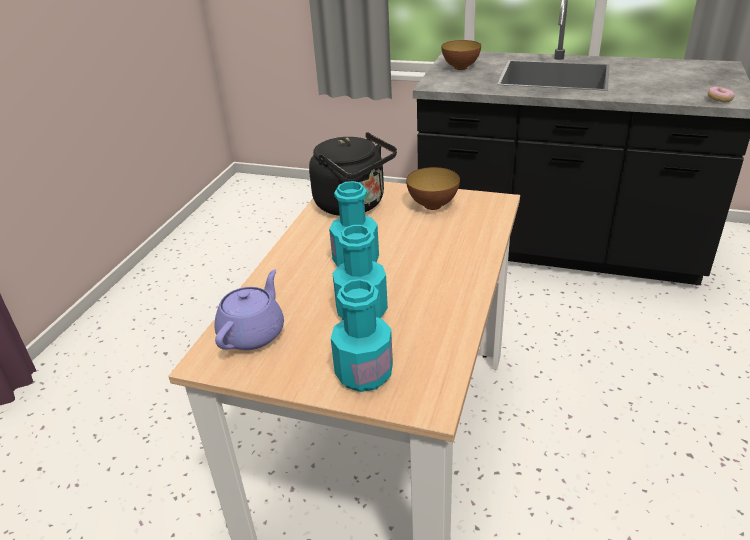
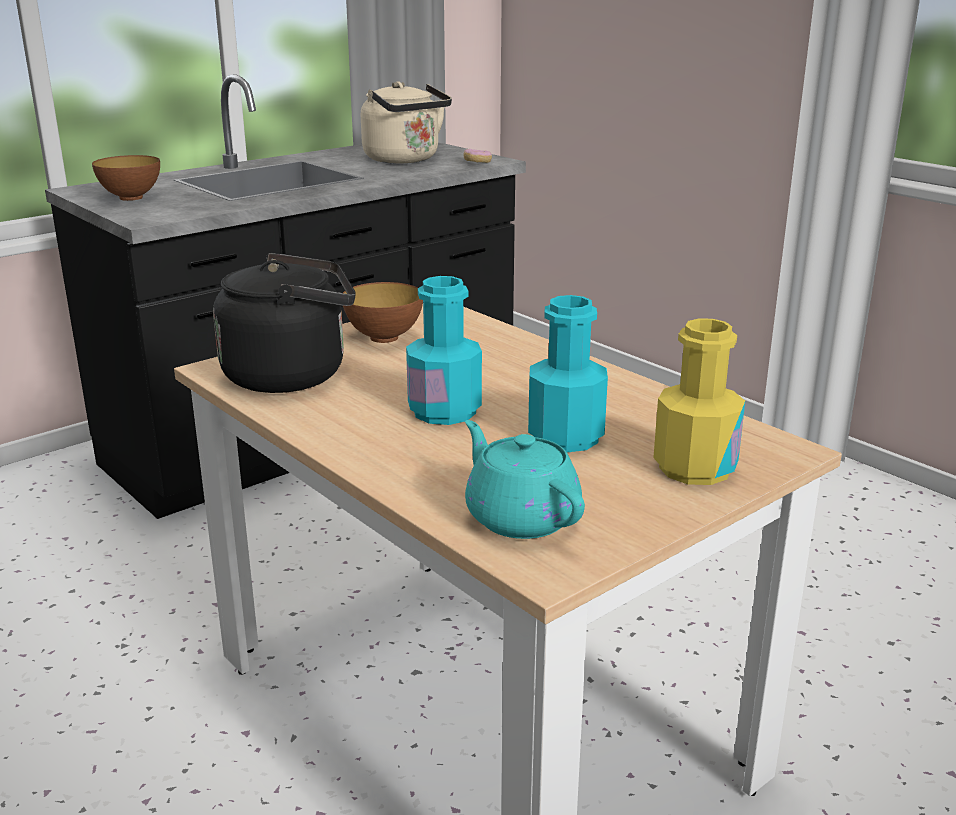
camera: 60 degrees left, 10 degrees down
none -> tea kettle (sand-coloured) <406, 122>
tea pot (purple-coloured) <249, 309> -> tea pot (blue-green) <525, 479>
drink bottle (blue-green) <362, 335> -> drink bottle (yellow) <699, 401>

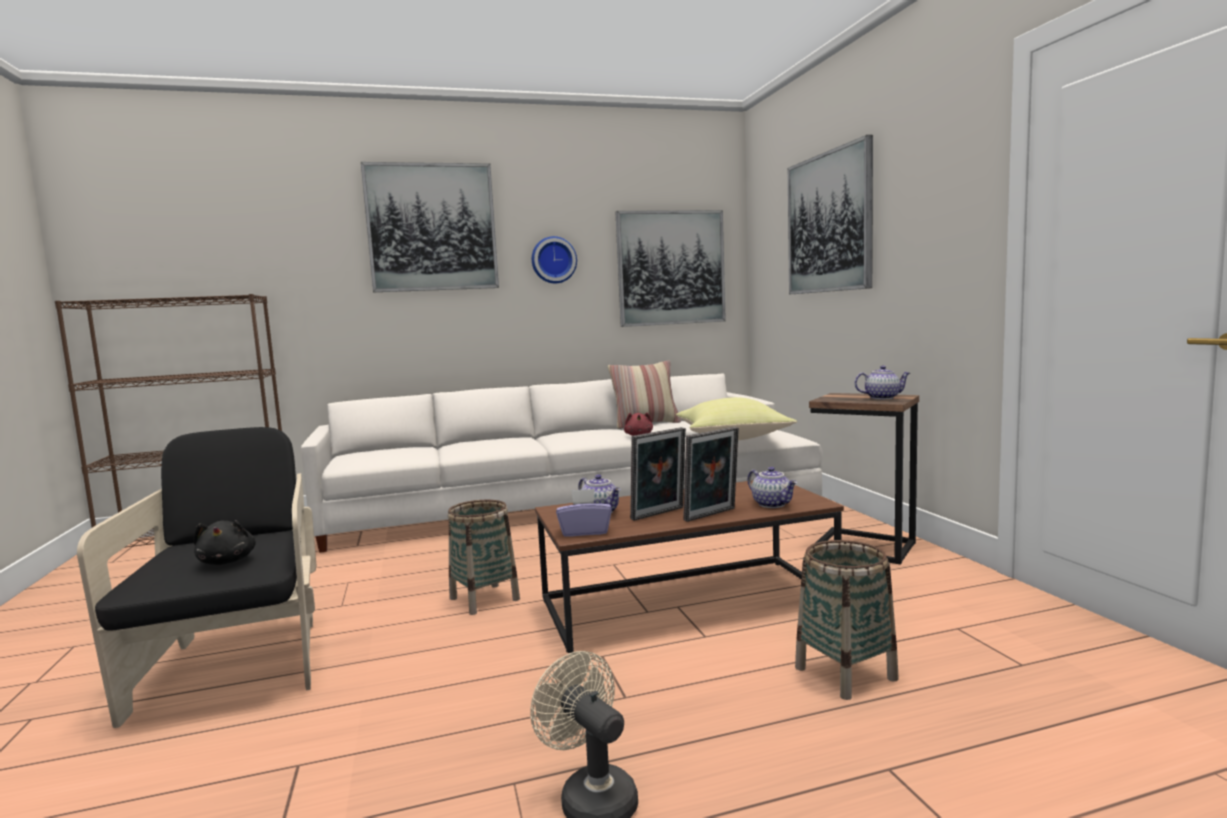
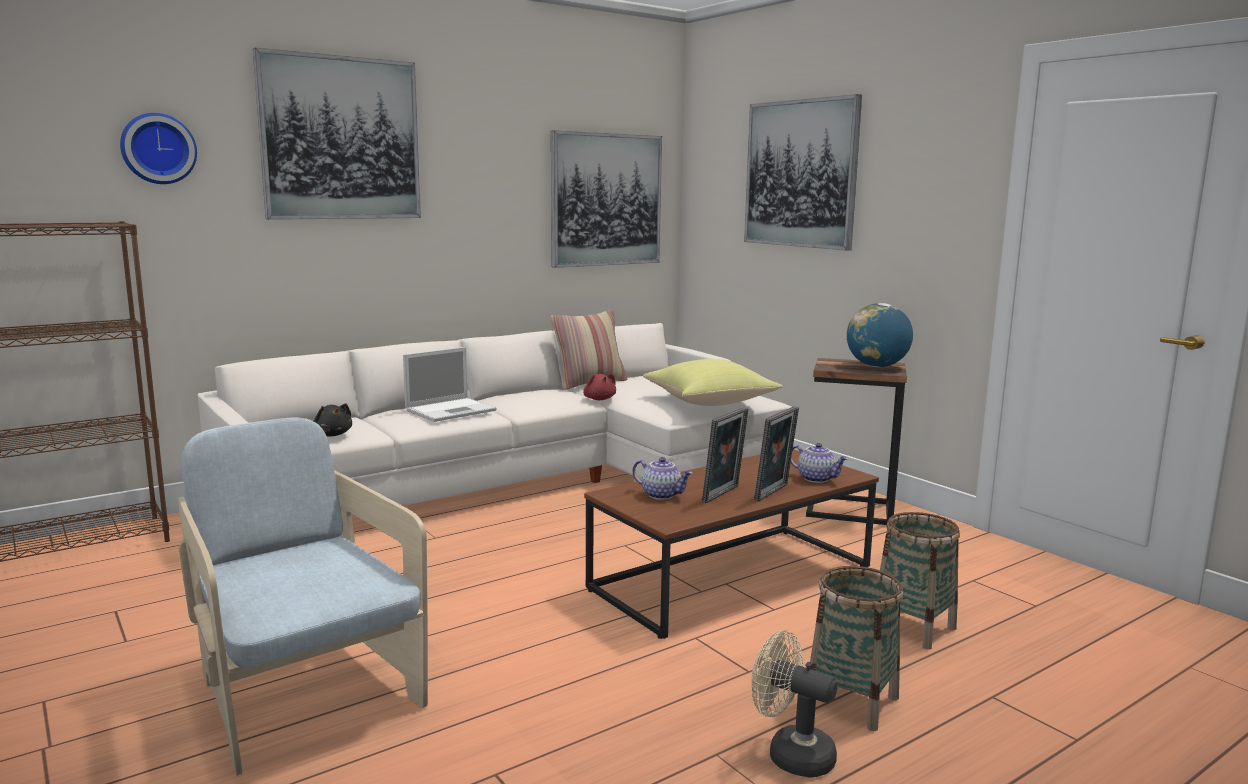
camera: 20 degrees left, 5 degrees up
box of tissues (purple-coloured) <584, 513> -> none
none -> laptop <449, 384>
cuddly toy (blackish) <224, 542> -> cuddly toy (blackish) <333, 420>, relocated
basket <484, 557> -> basket <857, 648>, relocated
wall clock <554, 259> -> wall clock <158, 148>, relocated
tea pot <882, 382> -> world globe <880, 335>
easy chair (blackish) <196, 577> -> easy chair (sand-coloured) <303, 596>

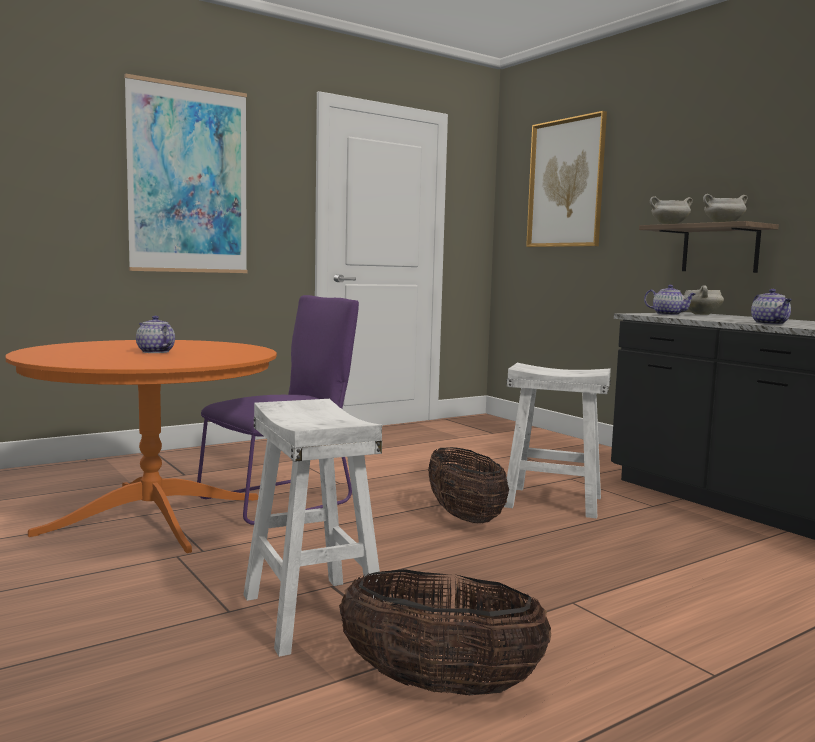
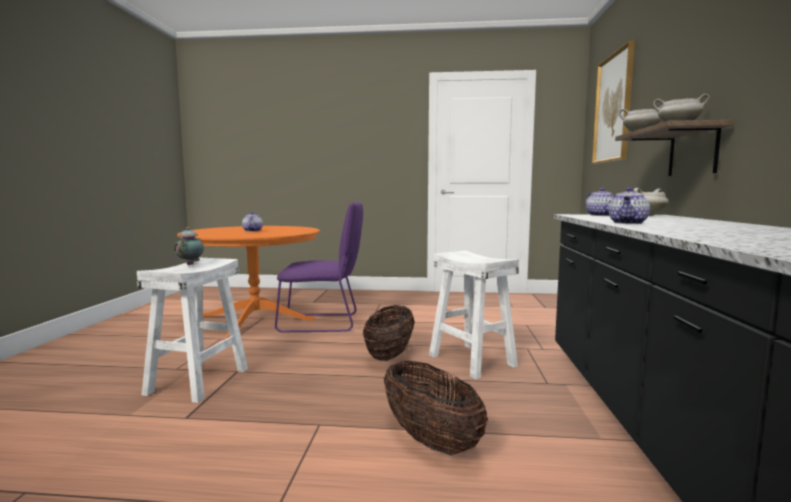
camera: 40 degrees right, 0 degrees up
wall picture <185, 173> -> none
none -> tea pot <189, 246>
basket <445, 632> -> basket <436, 408>, relocated

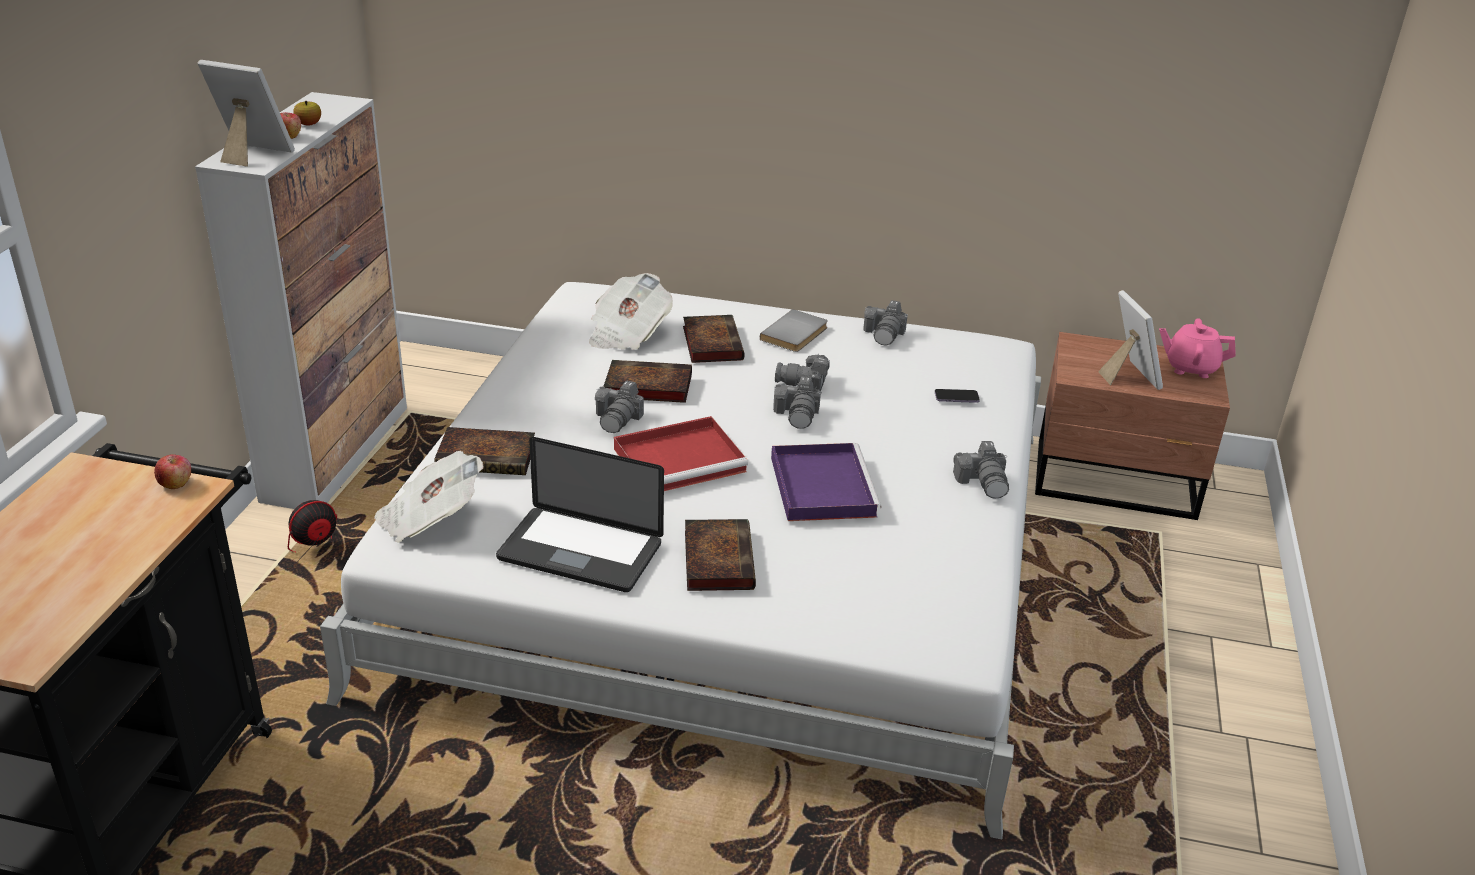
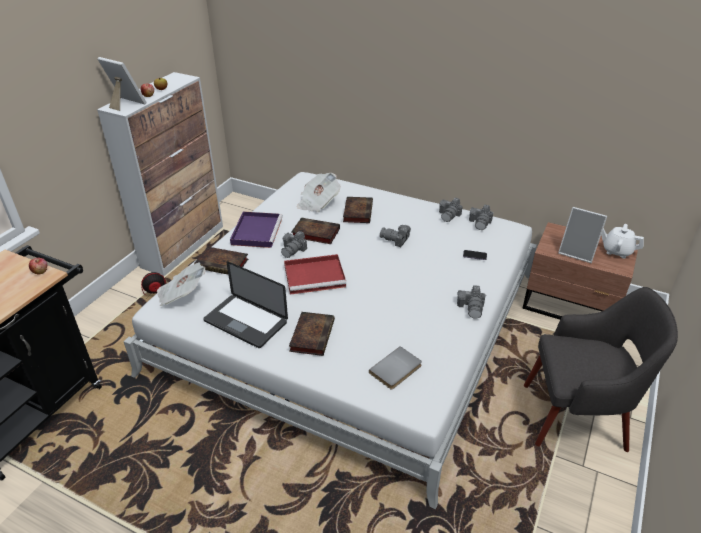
camera: 15 degrees right, 5 degrees up
none -> easy chair (grey) <601, 369>
book (grey) <794, 330> -> book (grey) <395, 367>, relocated
carrying tray (purple-coloured) <826, 482> -> carrying tray (purple-coloured) <256, 230>, relocated
still camera <797, 402> -> still camera <481, 217>, relocated
tea pot (pink) <1197, 348> -> tea pot (whitish) <622, 241>
standing frame <1130, 340> -> standing frame <582, 235>, 120 degrees clockwise

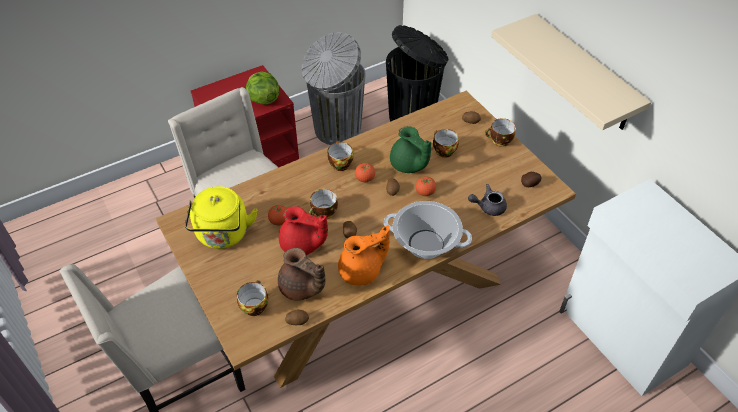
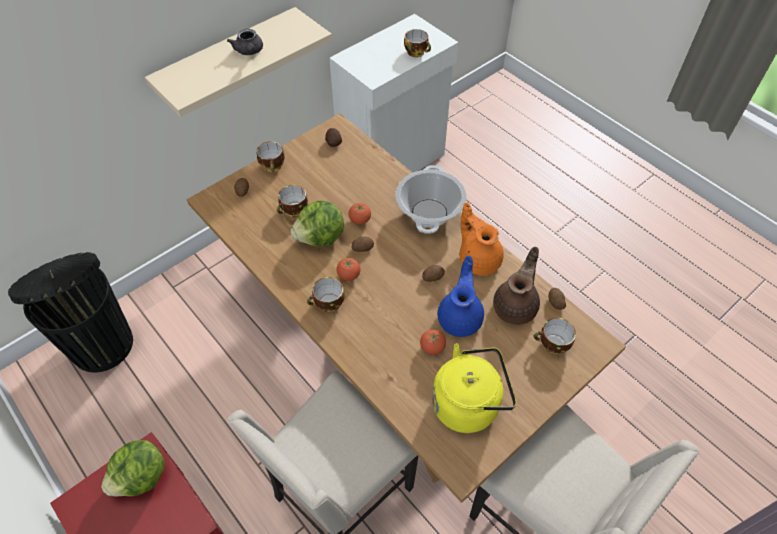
camera: 100 degrees left, 5 degrees up
trash can (grey) <334, 88> -> none
cup <323, 204> -> cup <417, 43>, relocated
tea pot (grey) <487, 200> -> tea pot (grey) <245, 42>, relocated
tea pot (greenish) <410, 149> -> lettuce <317, 223>
tea pot (red) <303, 230> -> tea pot (blue) <460, 296>

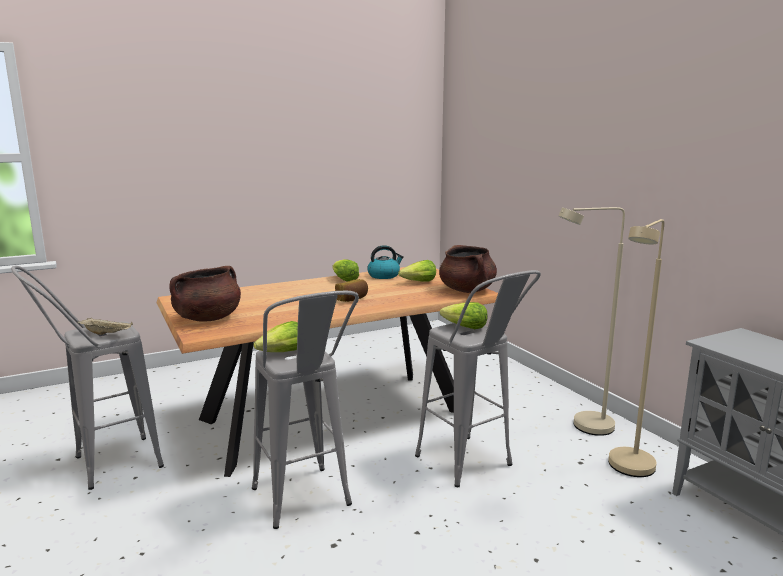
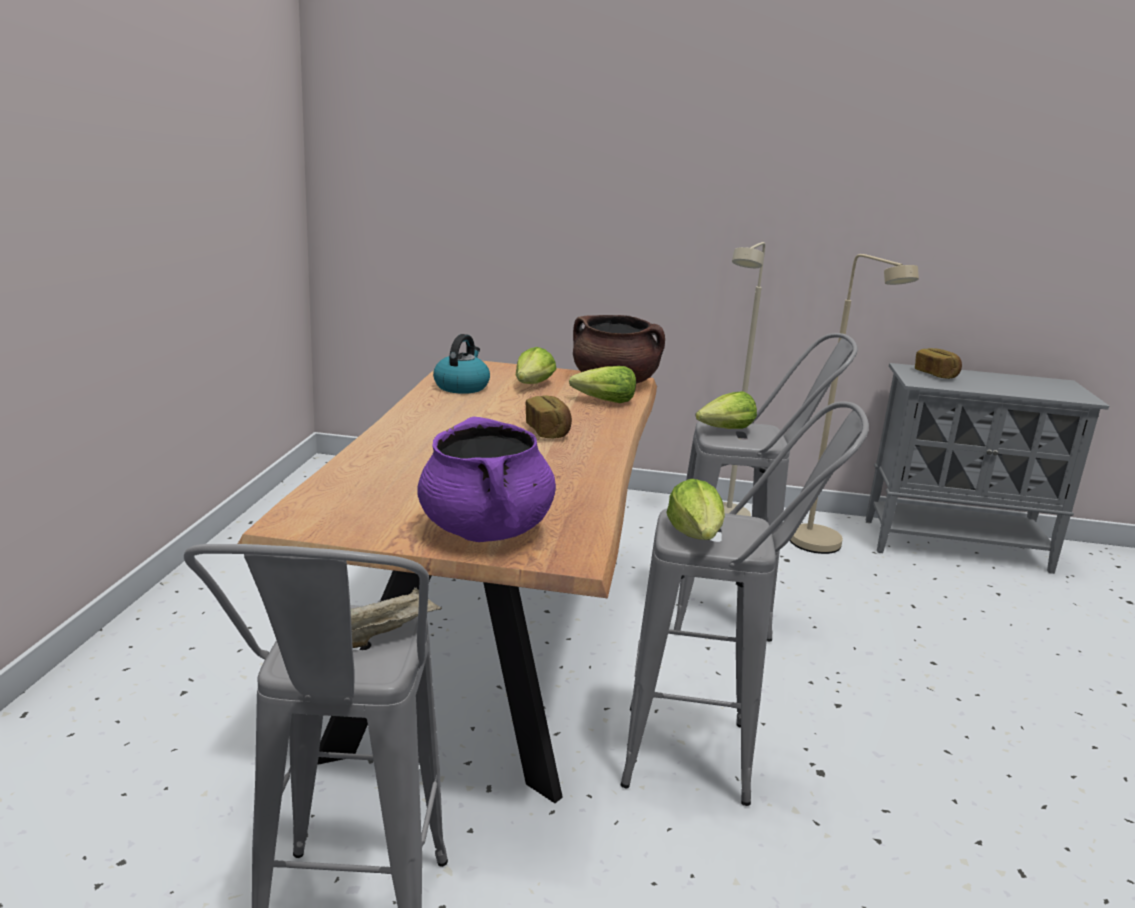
camera: 55 degrees left, 5 degrees up
none -> bread <938, 363>
lettuce <345, 270> -> lettuce <602, 384>, relocated
saucepot (brown) <205, 294> -> saucepot (purple-coloured) <486, 479>

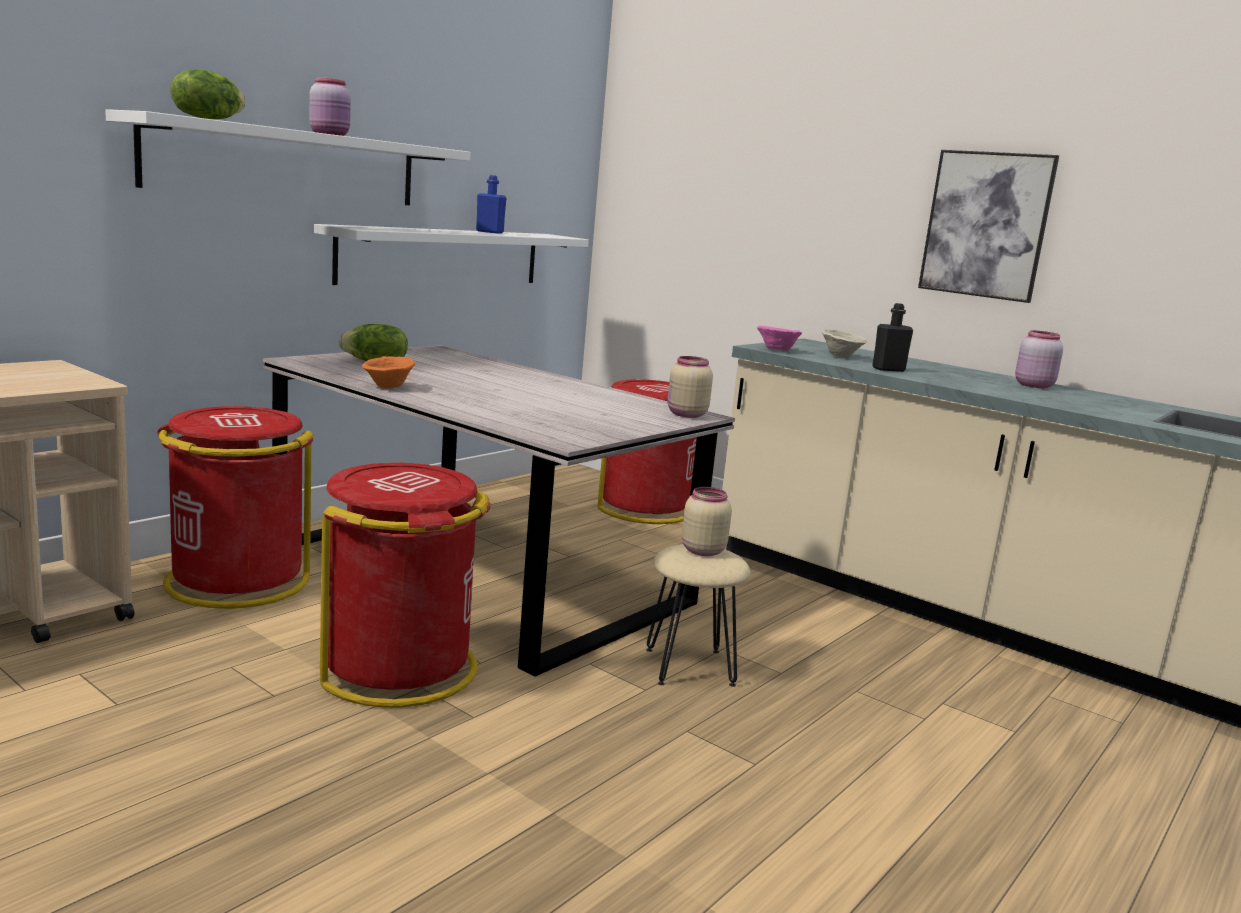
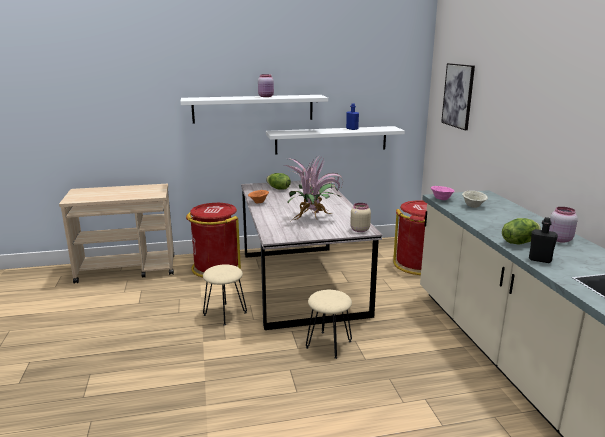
camera: 40 degrees right, 5 degrees up
preserve jar (sand-coloured) <707, 521> -> none
none -> plant in a pot <313, 188>
lettuce <208, 94> -> lettuce <521, 231>, relocated
drink bottle (blackish) <892, 337> -> drink bottle (blackish) <543, 240>, relocated
wall picture <988, 226> -> wall picture <458, 96>, relocated
trash can (red) <405, 585> -> stool (sand-coloured) <225, 295>

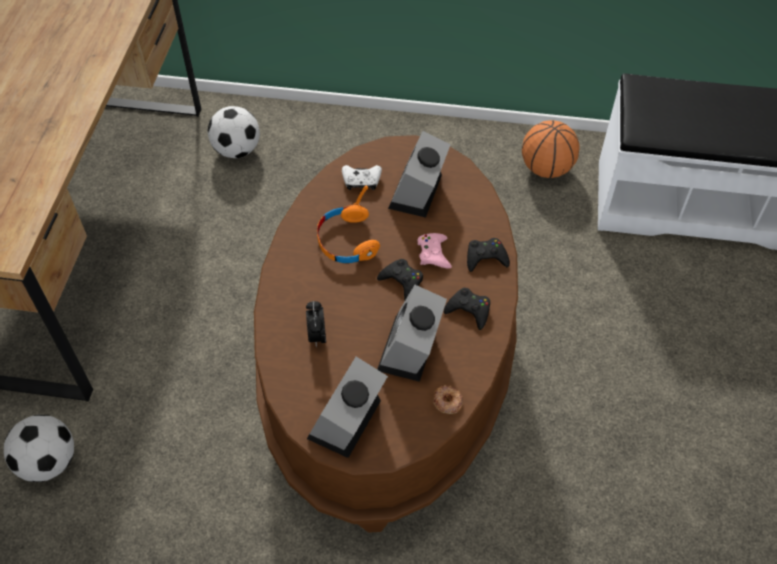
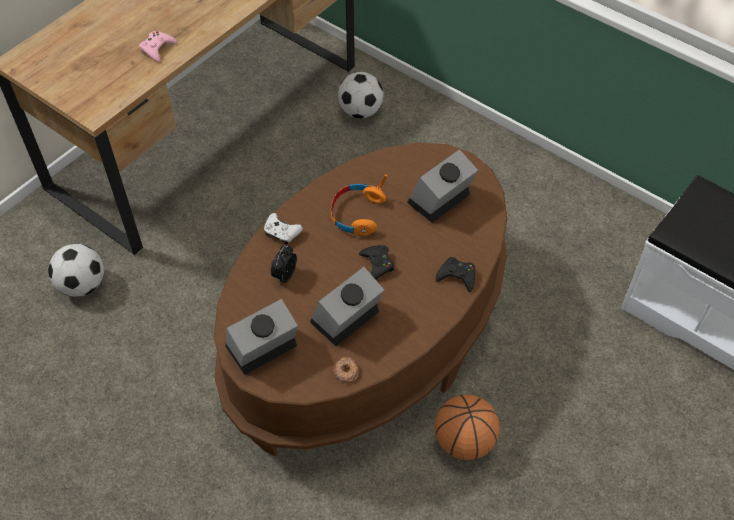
camera: 30 degrees right, 0 degrees up
gamepad (blackish) <467, 309> -> none
gamepad (whitish) <362, 177> -> gamepad (whitish) <283, 229>, relocated
gamepad (pink) <434, 251> -> gamepad (pink) <158, 46>, relocated
ball for basketball <551, 149> -> ball for basketball <467, 427>, relocated

